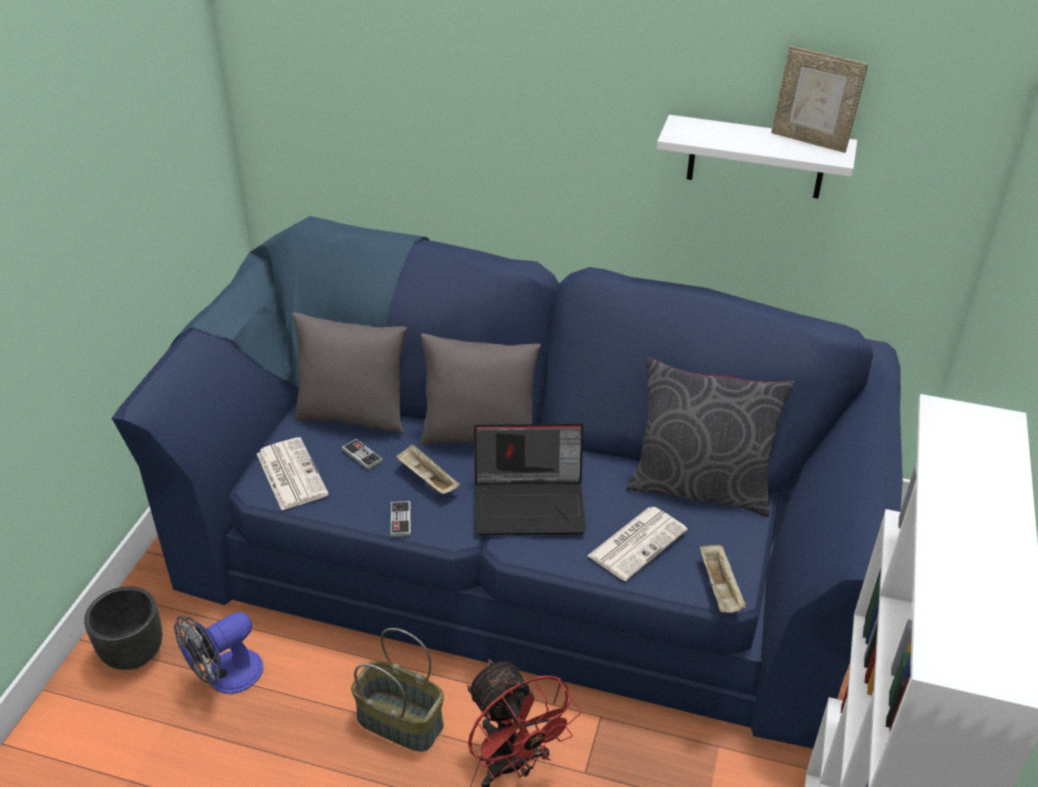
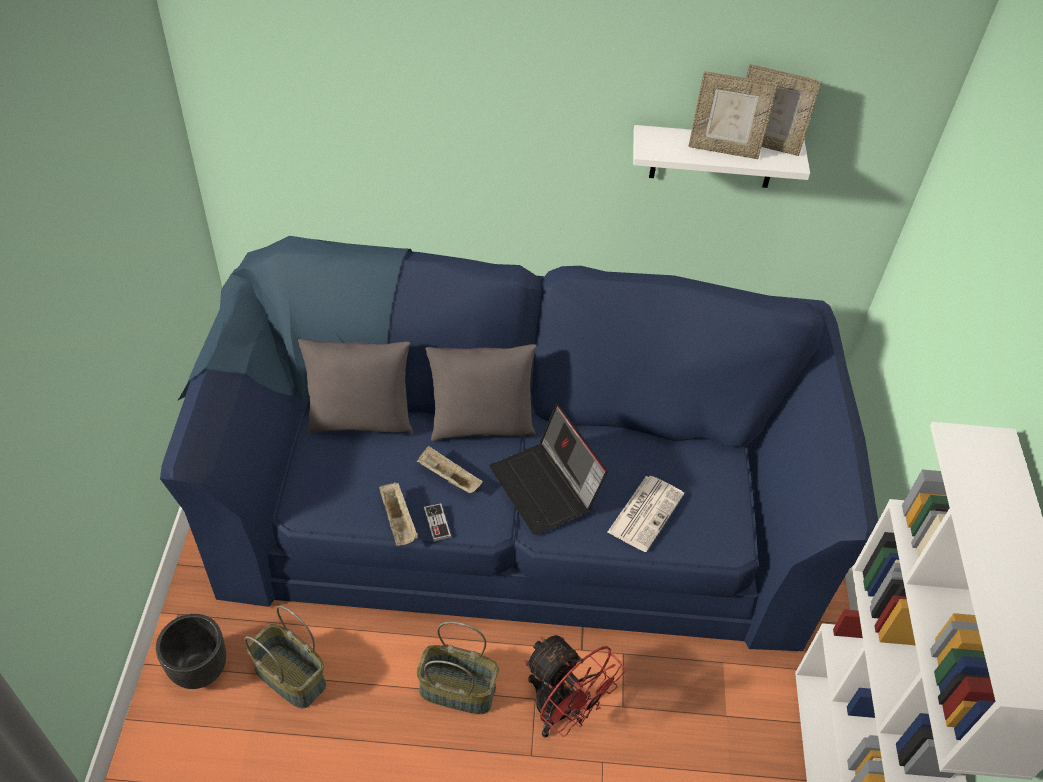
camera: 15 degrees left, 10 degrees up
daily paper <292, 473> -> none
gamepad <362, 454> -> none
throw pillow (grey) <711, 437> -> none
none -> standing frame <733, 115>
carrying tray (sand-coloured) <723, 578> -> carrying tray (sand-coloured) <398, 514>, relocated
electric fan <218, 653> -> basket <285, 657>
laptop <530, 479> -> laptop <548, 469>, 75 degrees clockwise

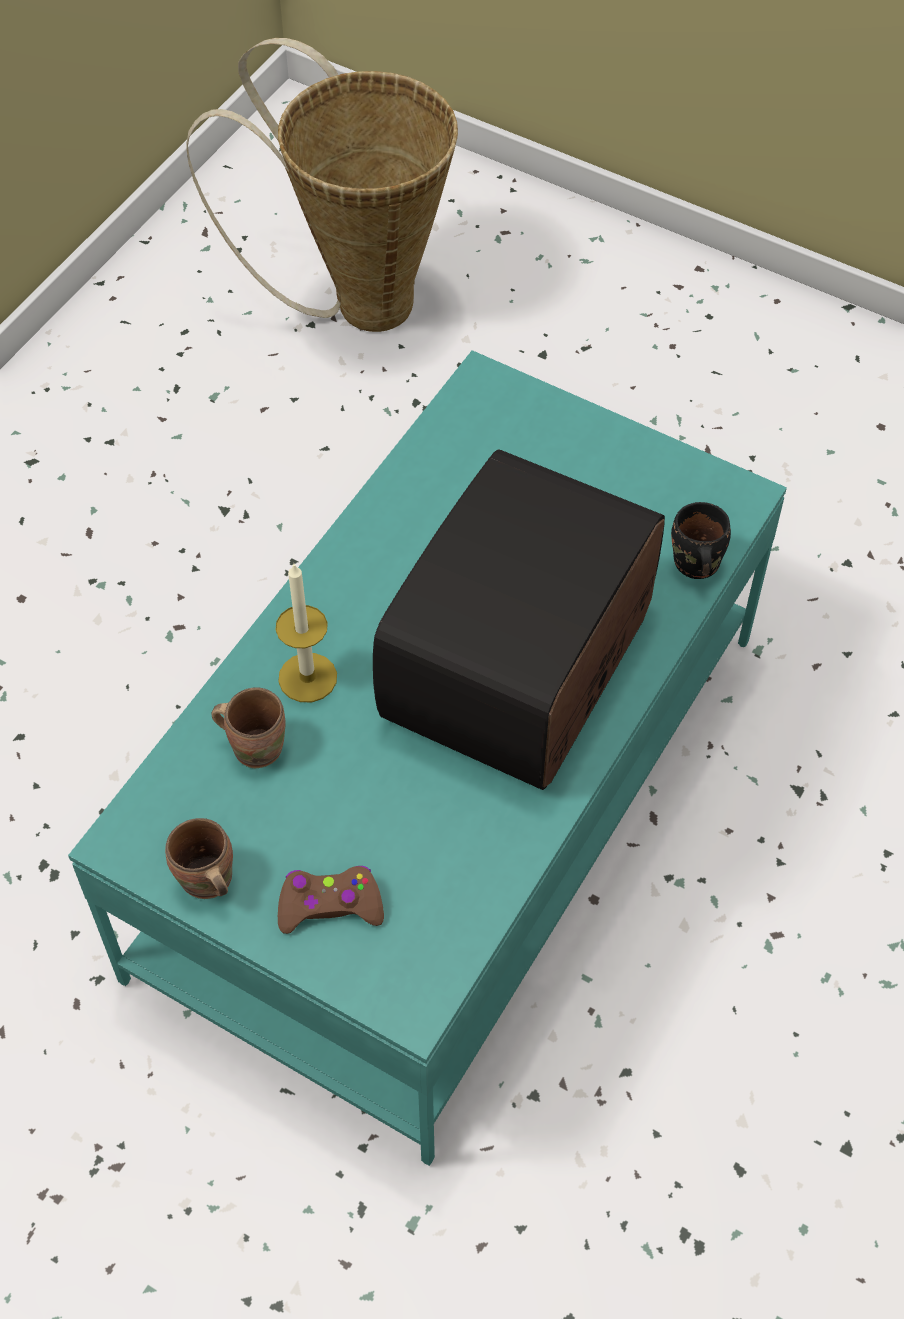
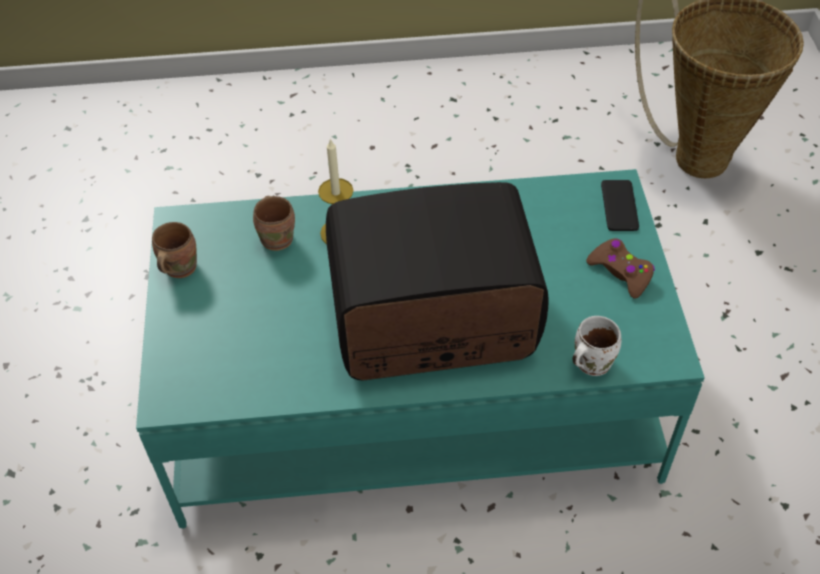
camera: 55 degrees right, 5 degrees down
none -> handset <620, 205>
gamepad (brown) <331, 900> -> gamepad (brown) <620, 268>, relocated
mug (blackish) <701, 540> -> mug (whitish) <596, 346>

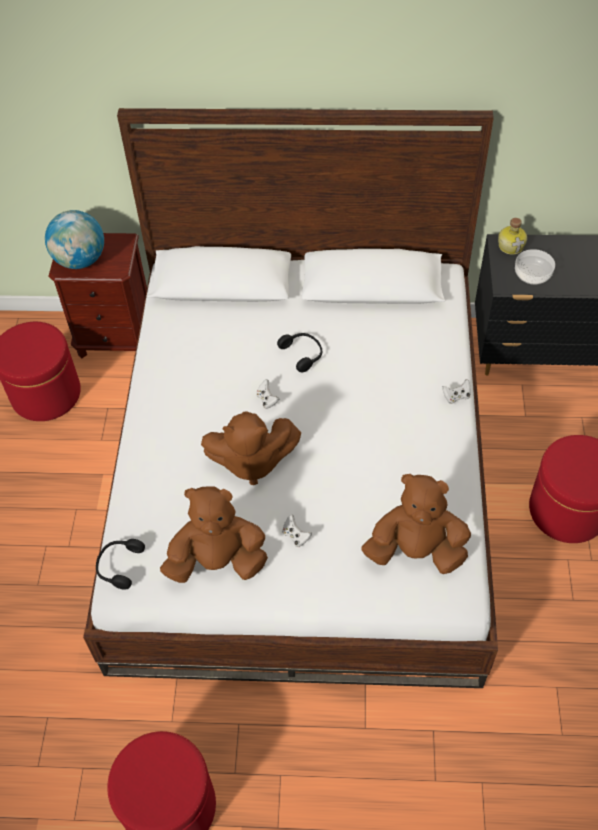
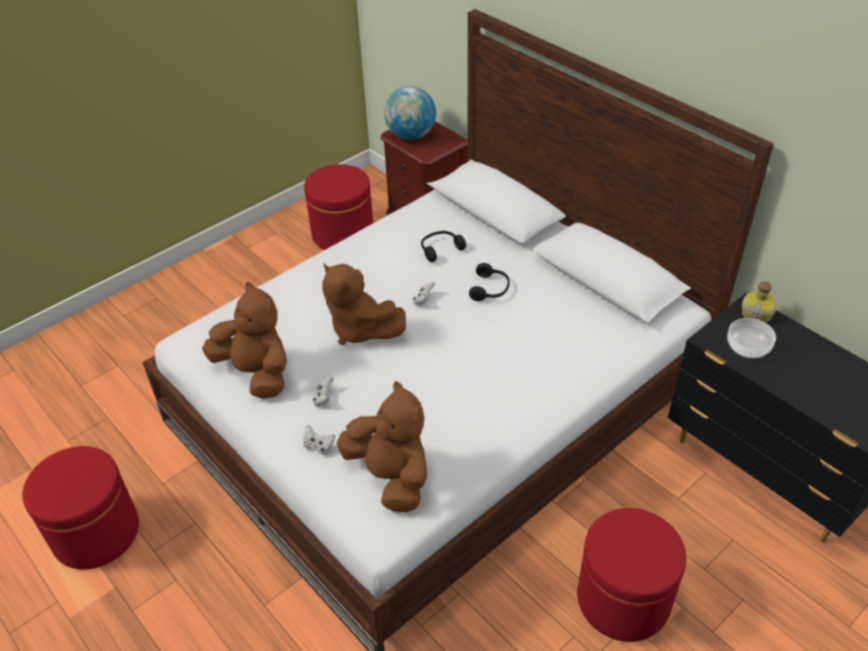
camera: 45 degrees right, 10 degrees down
pair of headphones (blackish) <120, 564> -> pair of headphones (blackish) <443, 246>, relocated
gamepad (whitish) <456, 391> -> gamepad (whitish) <319, 440>, relocated

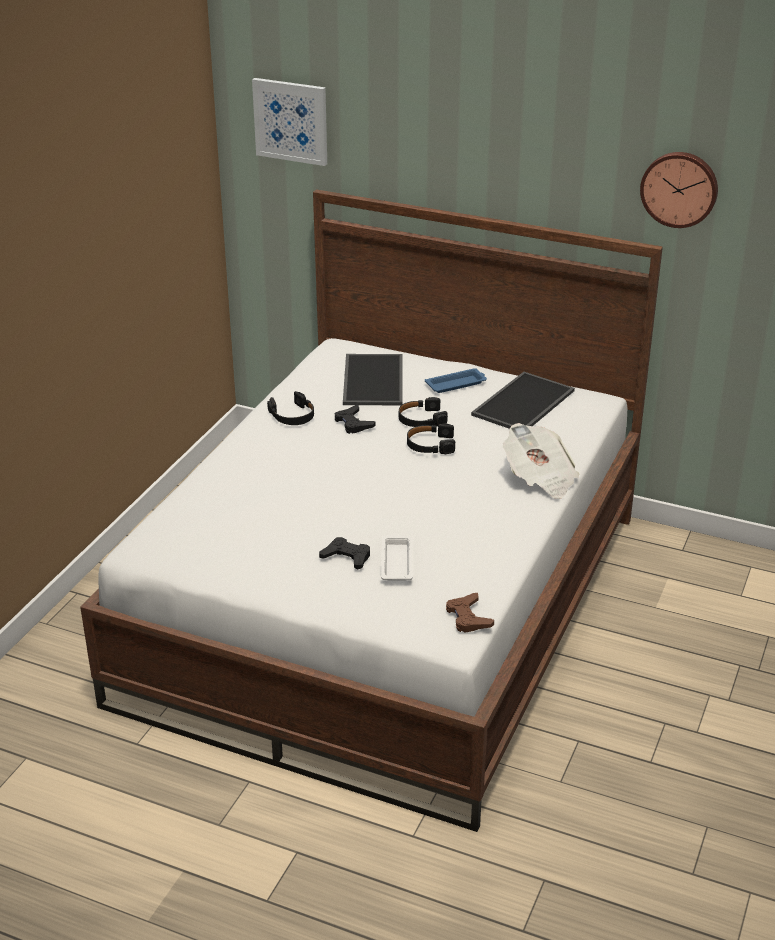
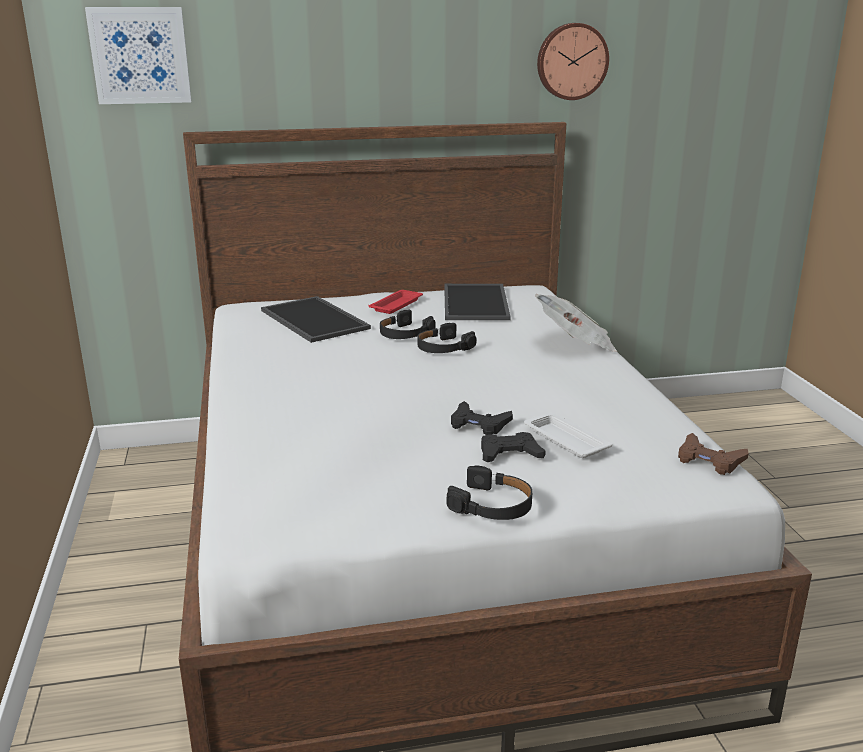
camera: 35 degrees left, 10 degrees down
pair of headphones (blackish) <290, 408> -> pair of headphones (blackish) <489, 492>, relocated
gamepad (blackish) <355, 419> -> gamepad (blackish) <482, 418>, relocated
carrying tray (blue) <456, 380> -> carrying tray (red) <395, 302>

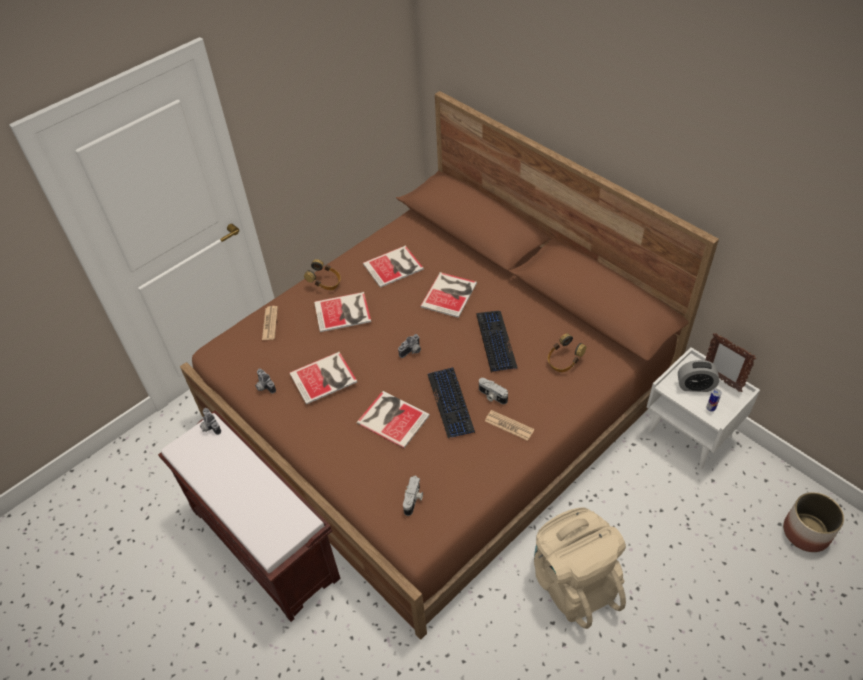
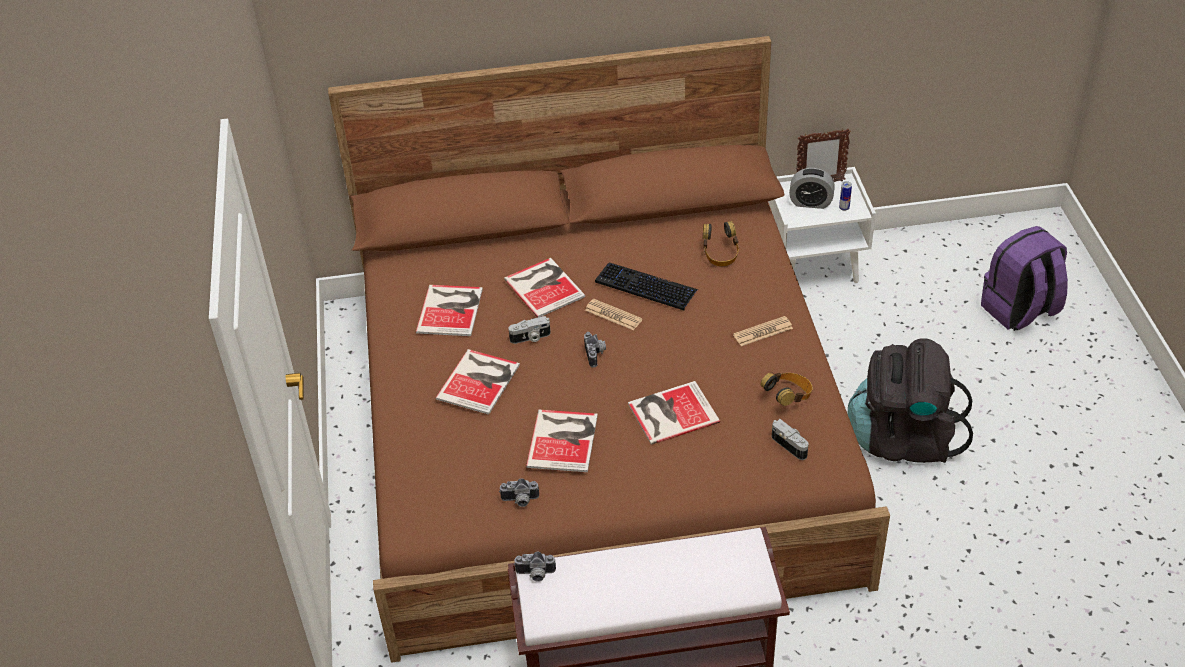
camera: 55 degrees left, 5 degrees down
computer keyboard <451, 402> -> none
plant pot <813, 522> -> none
none -> backpack (purple-coloured) <1024, 278>
daily paper <270, 323> -> daily paper <613, 314>, relocated
pair of headphones <322, 274> -> pair of headphones <786, 389>, relocated
still camera <493, 391> -> still camera <529, 330>, relocated
backpack (sand-coloured) <580, 568> -> backpack (blackish) <910, 400>
alarm clock <698, 376> -> alarm clock <812, 188>, 60 degrees clockwise

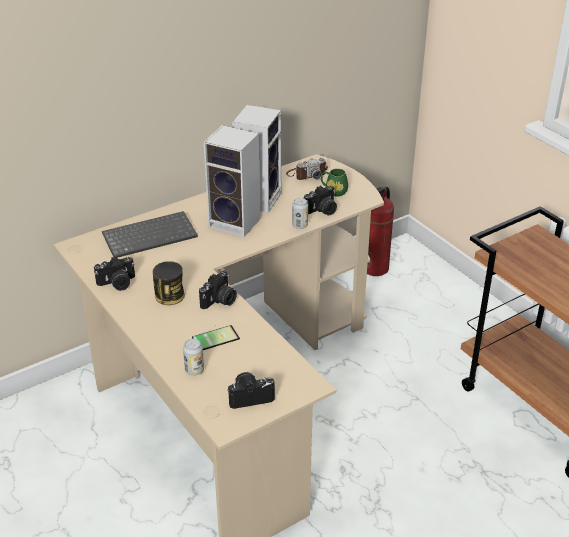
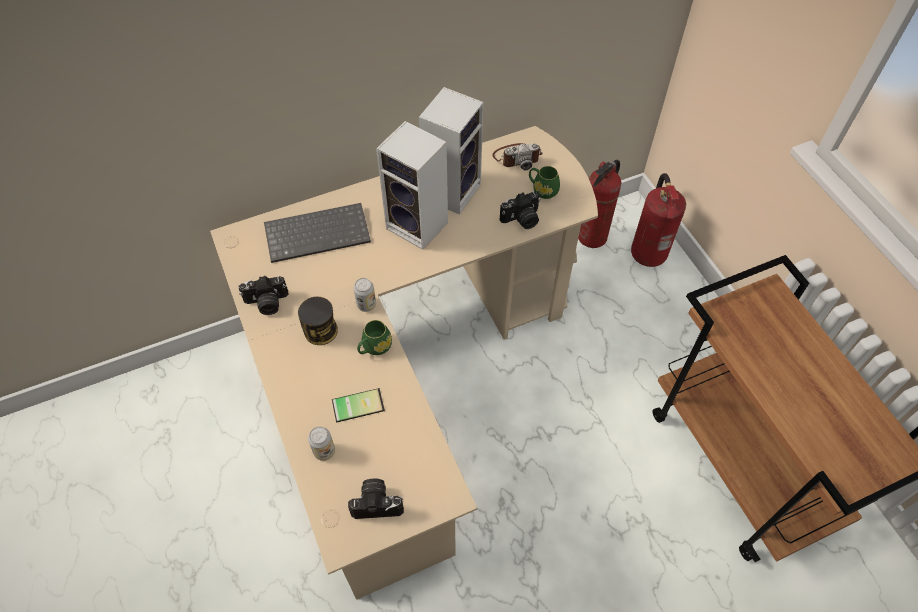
camera: 10 degrees right, 20 degrees up
none -> extinguisher <658, 220>
sealed can <300, 213> -> sealed can <365, 295>, relocated
still camera <218, 290> -> mug (greenish) <374, 337>

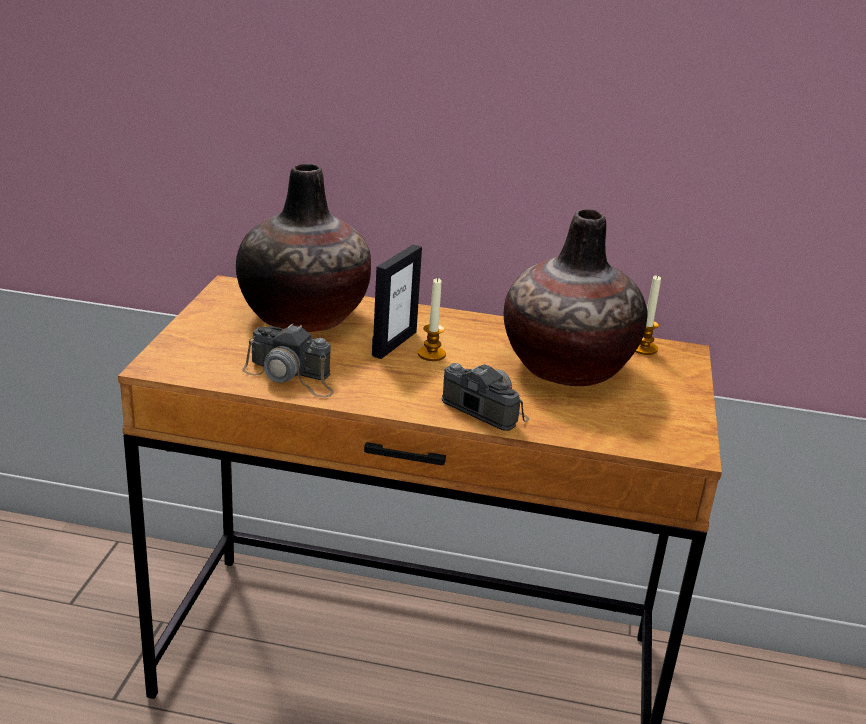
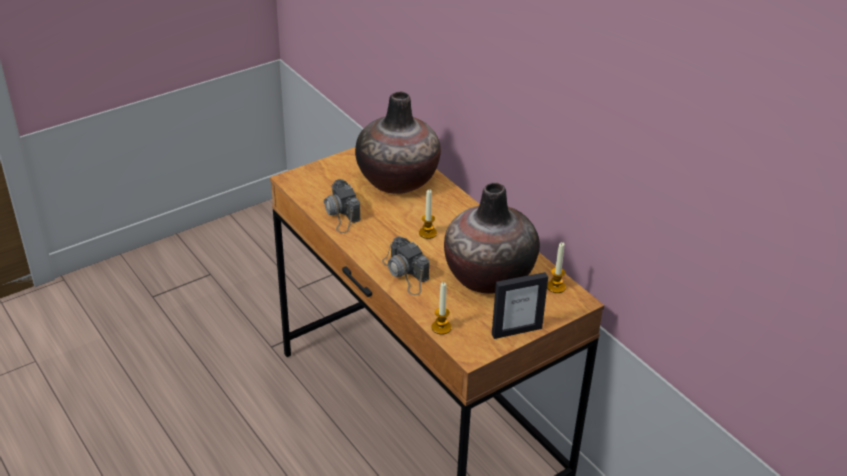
camera: 45 degrees right, 10 degrees up
none -> wax light <441, 308>
standing frame <397, 301> -> standing frame <520, 305>, relocated
still camera <485, 397> -> still camera <405, 265>, 150 degrees clockwise

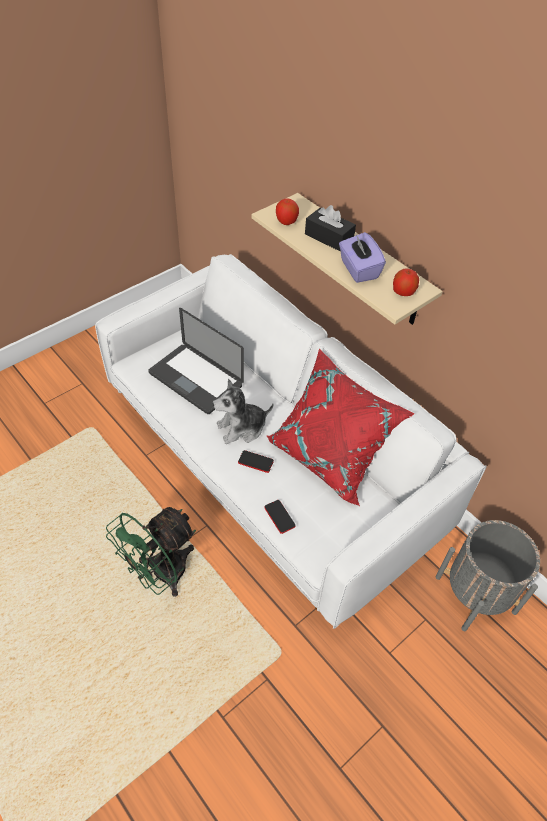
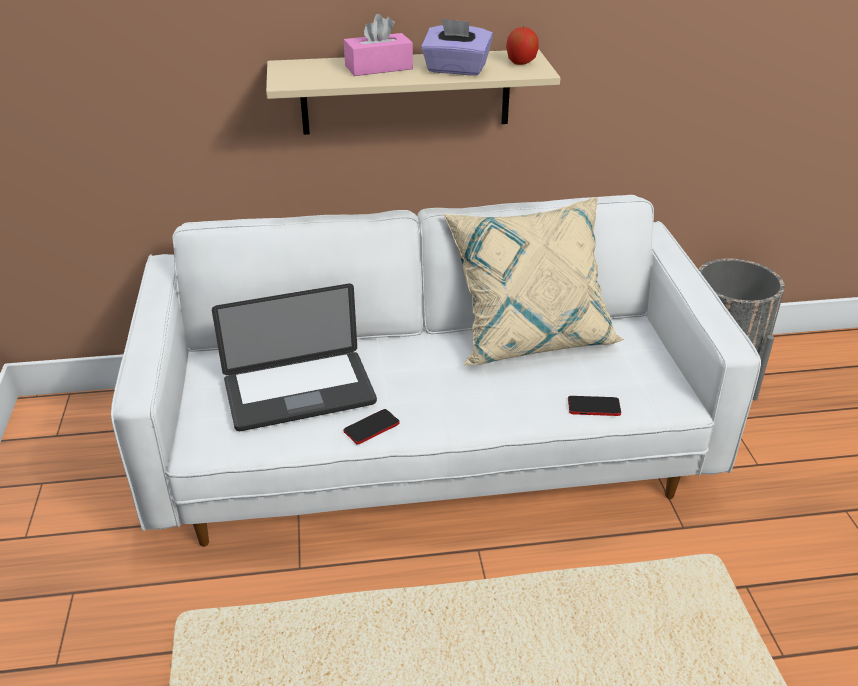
camera: 55 degrees left, 15 degrees down
electric fan (greenish) <151, 552> -> none
cuddly toy <243, 411> -> none
whole apple <287, 211> -> none
handset <256, 461> -> handset <372, 426>, relocated
throw pillow (red) <340, 427> -> throw pillow (sand-coloured) <534, 281>
box of tissues (blackish) <330, 228> -> box of tissues (pink) <378, 45>

